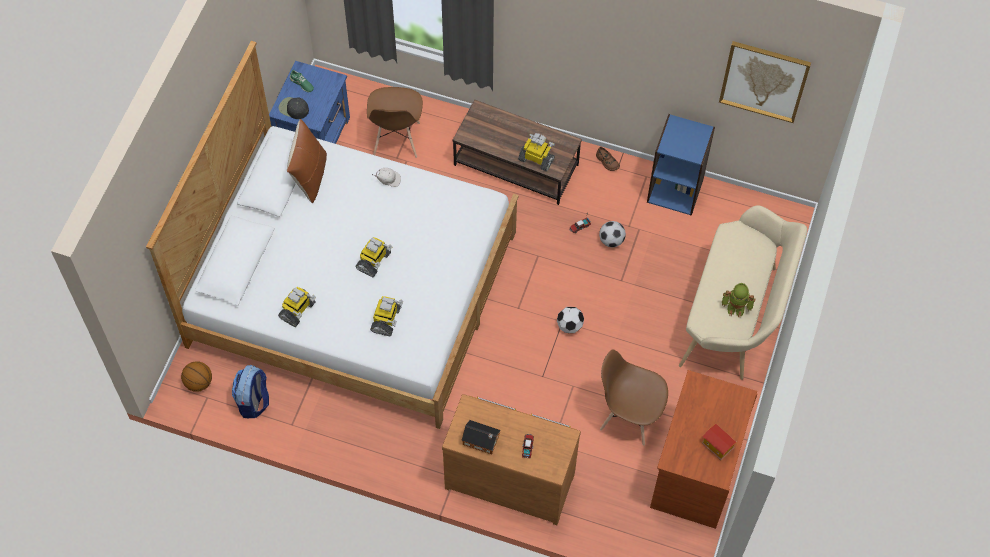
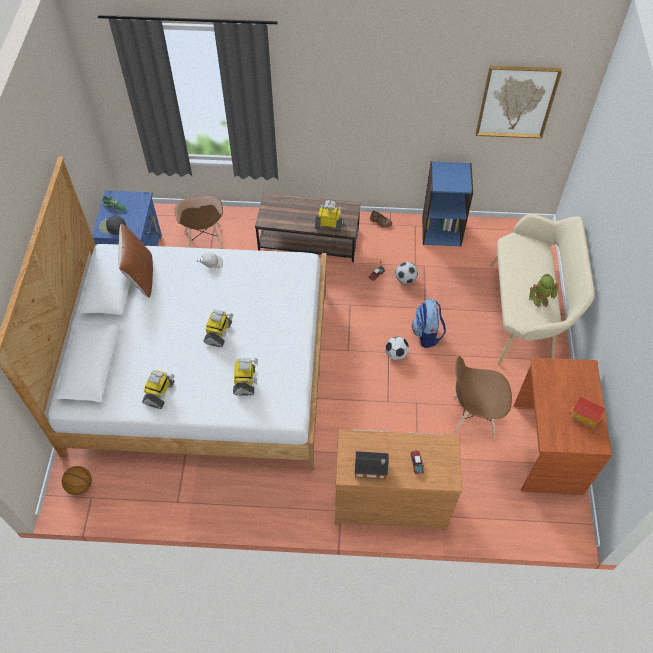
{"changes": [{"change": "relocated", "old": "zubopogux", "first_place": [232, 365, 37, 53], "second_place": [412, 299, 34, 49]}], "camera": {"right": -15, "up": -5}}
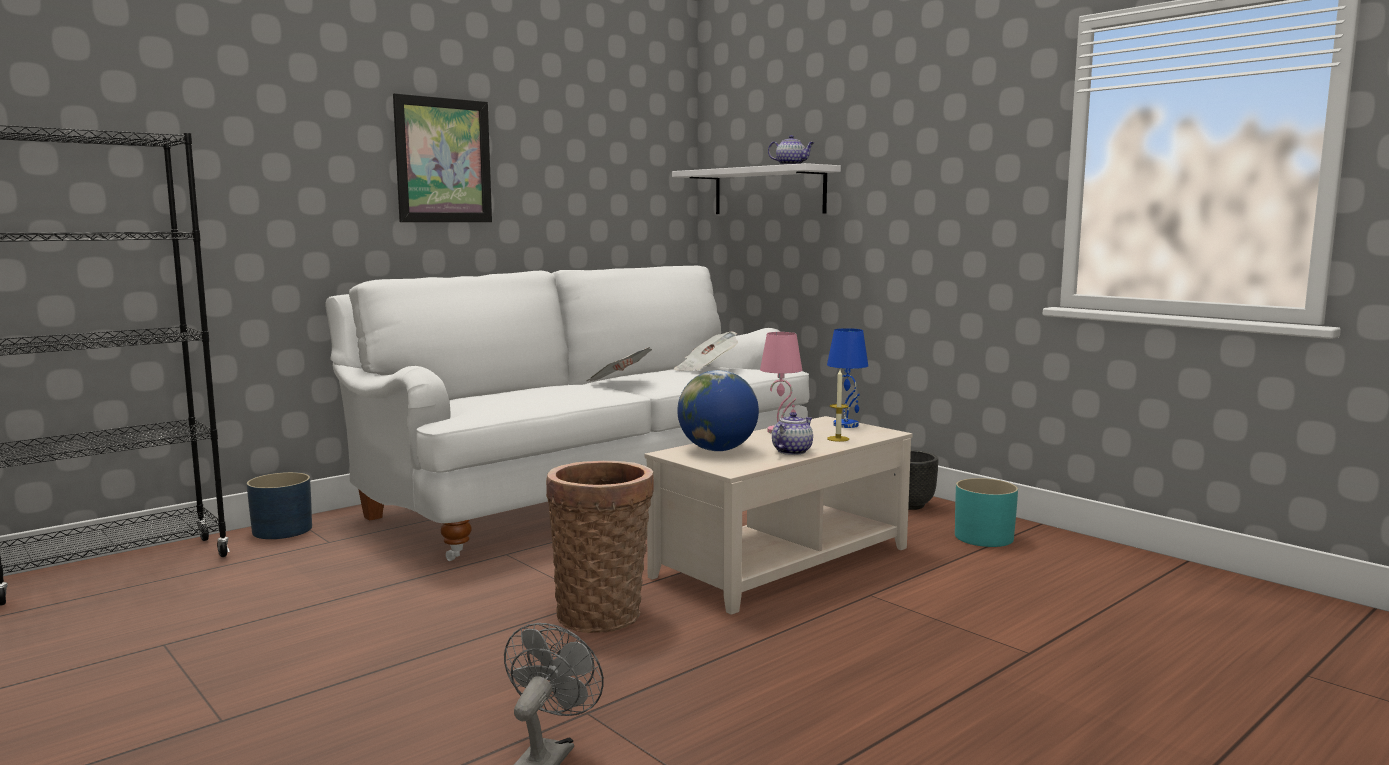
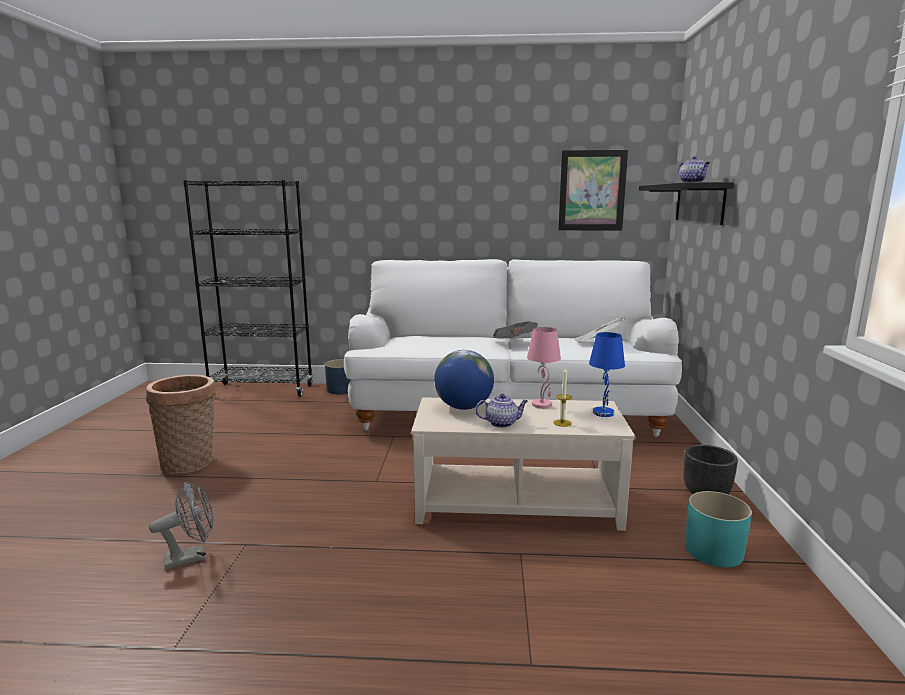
{"changes": [{"change": "relocated", "old": "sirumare", "first_place": [393, 93, 99, 129], "second_place": [558, 150, 70, 80]}, {"change": "relocated", "old": "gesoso", "first_place": [546, 461, 108, 172], "second_place": [146, 375, 70, 99]}, {"change": "colour", "old": "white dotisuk", "new": "black dotisuk", "first_place": [672, 163, 169, 51], "second_place": [639, 182, 95, 43]}], "camera": {"right": 45, "up": 5}}
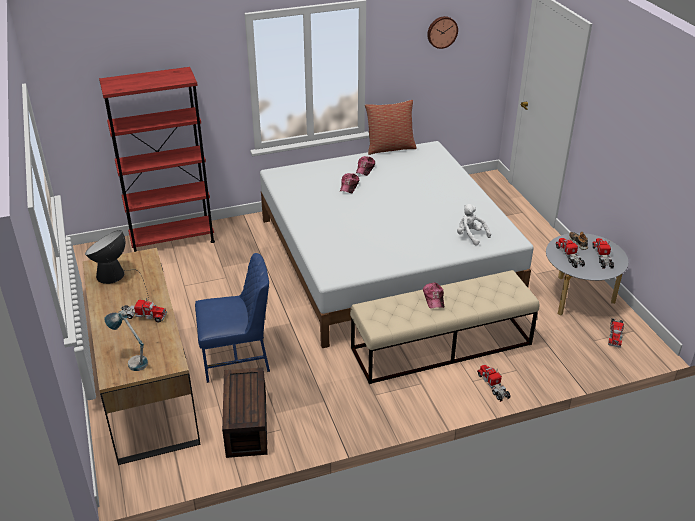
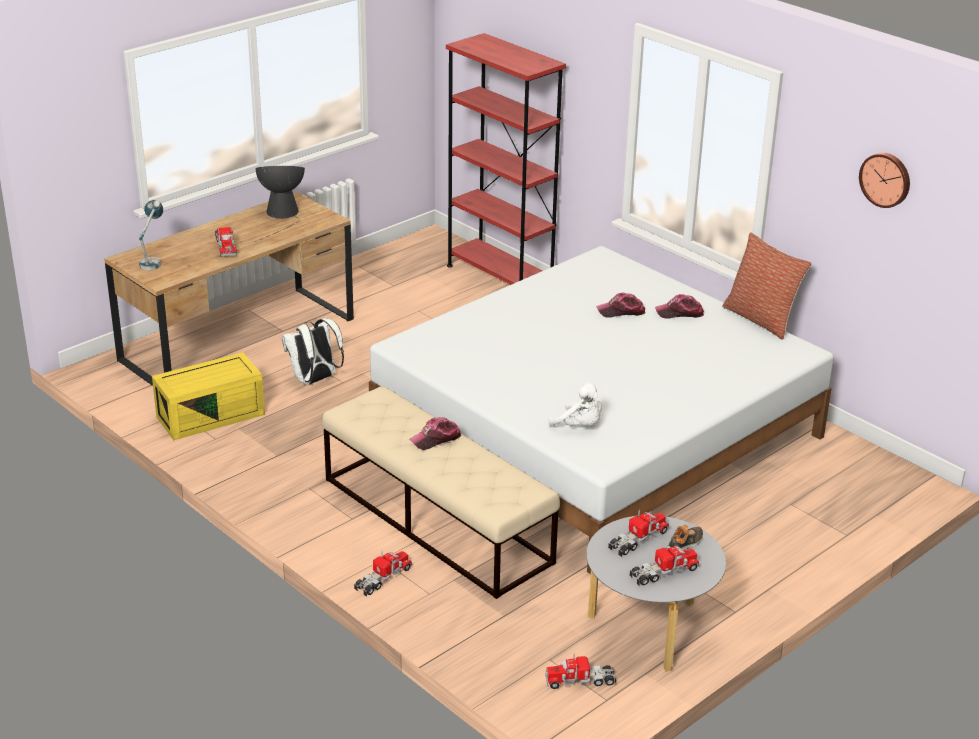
{"changes": [{"change": "exchanged", "old": "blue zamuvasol", "new": "white zubopogux", "first_place": [195, 253, 75, 130], "second_place": [282, 318, 62, 67]}, {"change": "colour", "old": "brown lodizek", "new": "yellow lodizek", "first_place": [222, 367, 46, 91], "second_place": [152, 352, 113, 89]}, {"change": "spun", "old": "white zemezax", "first_place": [457, 204, 34, 42], "second_place": [549, 383, 53, 44], "degrees": 105}], "camera": {"right": 65, "up": -5}}
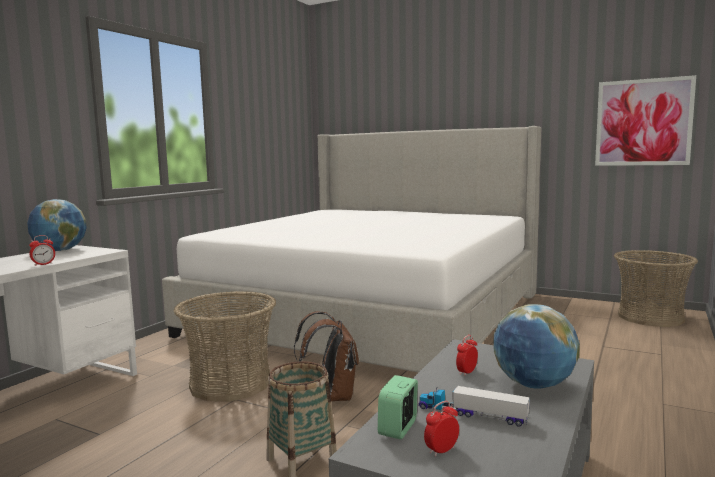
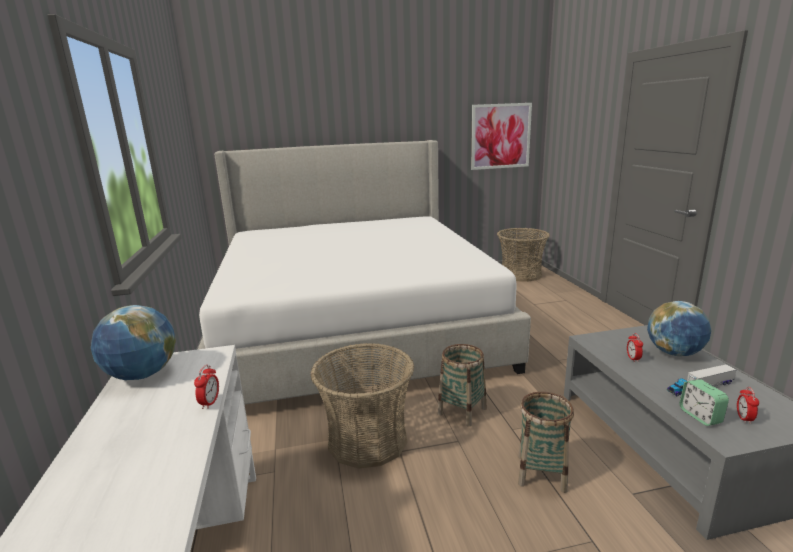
{"changes": [{"change": "exchanged", "old": "brown zubopogux", "new": "gesoso", "first_place": [294, 311, 65, 90], "second_place": [438, 344, 49, 83]}], "camera": {"right": -40, "up": 10}}
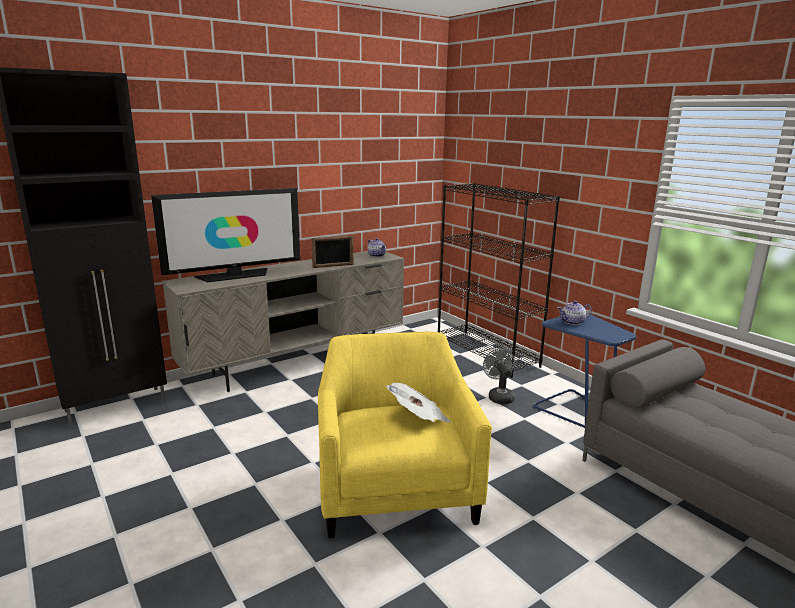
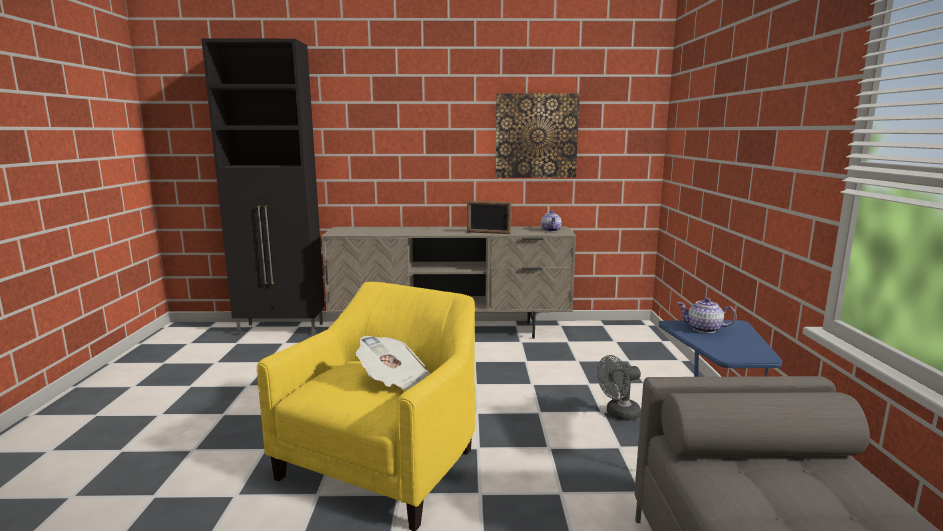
{"changes": [{"change": "missing", "old": "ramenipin", "first_place": [151, 188, 149, 94]}, {"change": "missing", "old": "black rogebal", "first_place": [437, 183, 123, 195]}, {"change": "spun", "old": "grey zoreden", "first_place": [483, 348, 32, 56], "second_place": [597, 355, 44, 66], "degrees": -135}, {"change": "appeared", "new": "sirumare", "second_place": [495, 93, 85, 85]}], "camera": {"right": 35, "up": -5}}
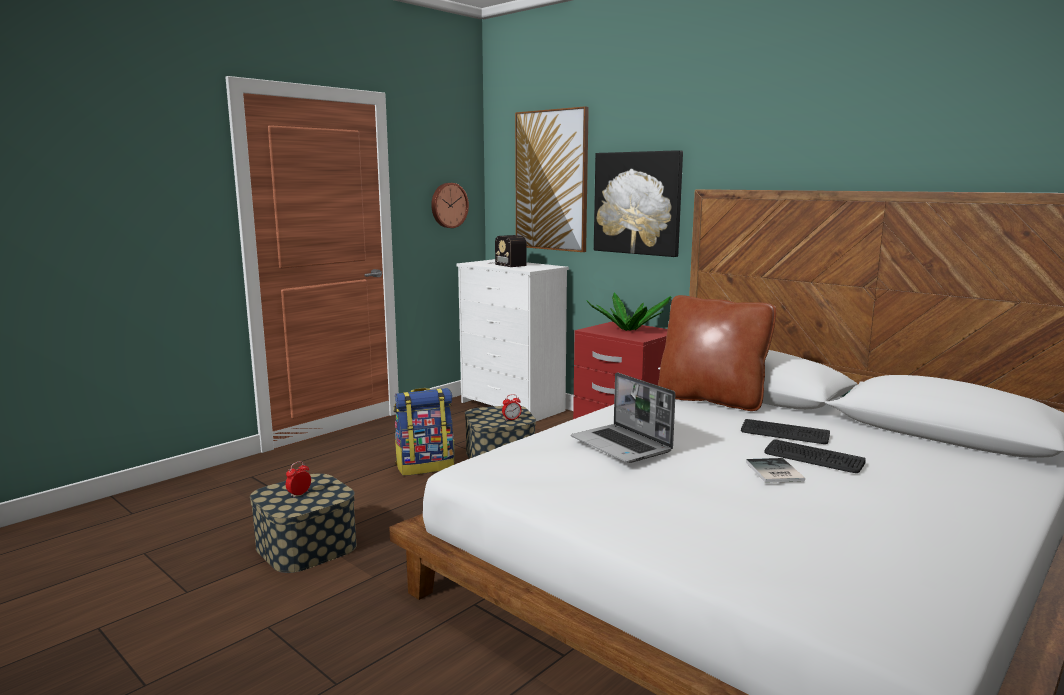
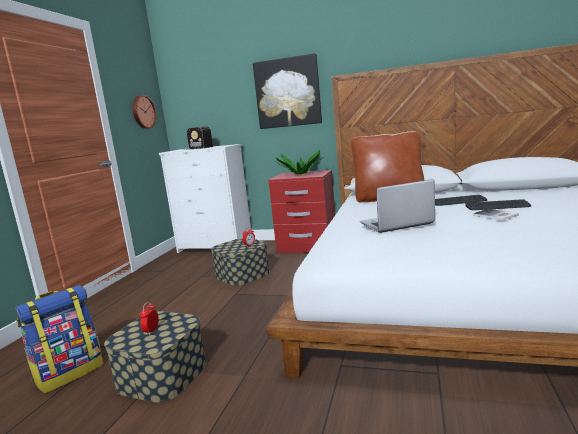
{"changes": [{"change": "relocated", "old": "zubopogux", "first_place": [394, 388, 60, 88], "second_place": [15, 285, 89, 108]}, {"change": "missing", "old": "sirumare", "first_place": [515, 106, 74, 146]}, {"change": "spun", "old": "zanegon", "first_place": [571, 372, 104, 91], "second_place": [360, 179, 75, 54], "degrees": 135}], "camera": {"right": -25, "up": 0}}
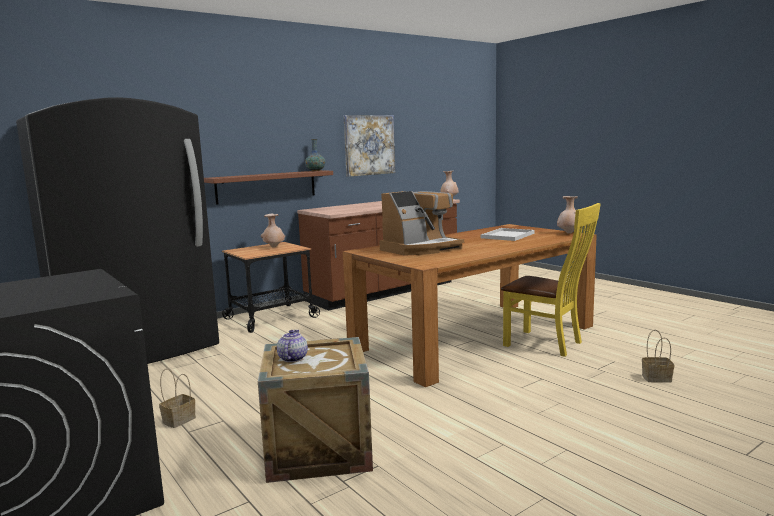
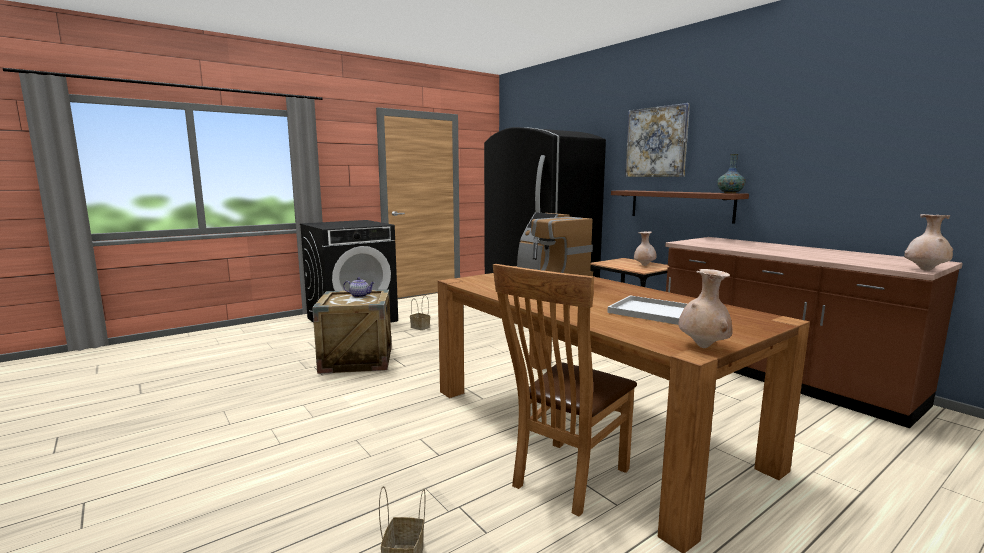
{"changes": [{"change": "relocated", "old": "sirumare", "first_place": [344, 115, 51, 62], "second_place": [625, 103, 65, 74]}, {"change": "colour", "old": "yellow zamuvasol", "new": "brown zamuvasol", "first_place": [501, 203, 100, 154], "second_place": [493, 264, 144, 253]}], "camera": {"right": 90, "up": 0}}
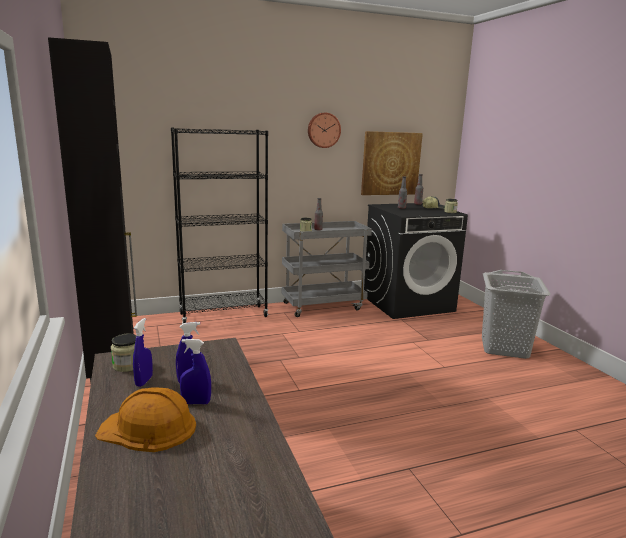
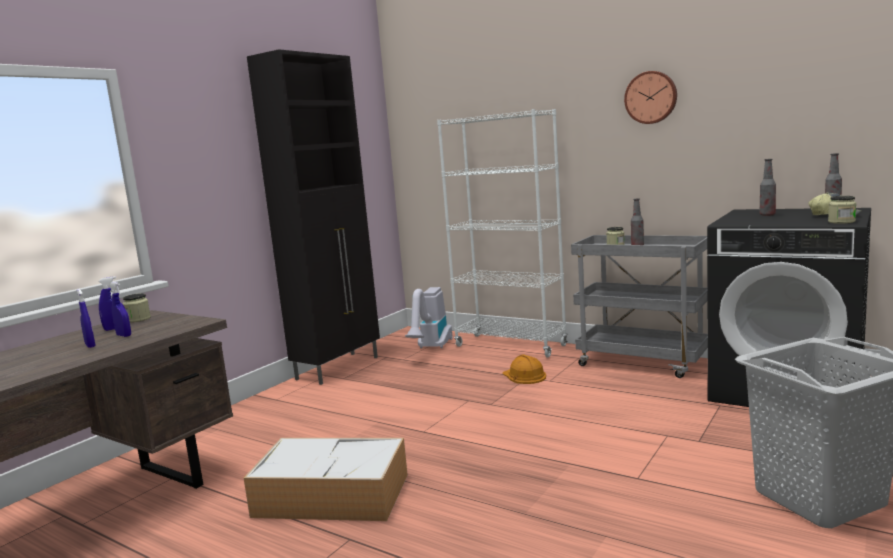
{"changes": [{"change": "relocated", "old": "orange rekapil", "first_place": [95, 388, 101, 64], "second_place": [502, 354, 44, 30]}, {"change": "colour", "old": "black rogebal", "new": "white rogebal", "first_place": [171, 128, 97, 196], "second_place": [437, 109, 130, 249]}, {"change": "missing", "old": "sirumare", "first_place": [361, 131, 62, 64]}, {"change": "appeared", "new": "lodizek", "second_place": [244, 438, 164, 83]}, {"change": "appeared", "new": "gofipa", "second_place": [405, 287, 48, 61]}], "camera": {"right": 55, "up": -5}}
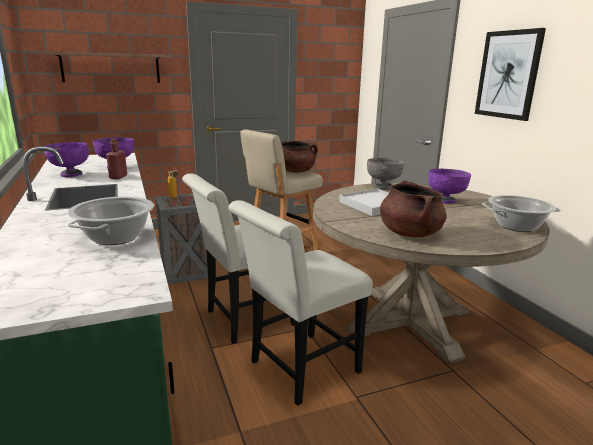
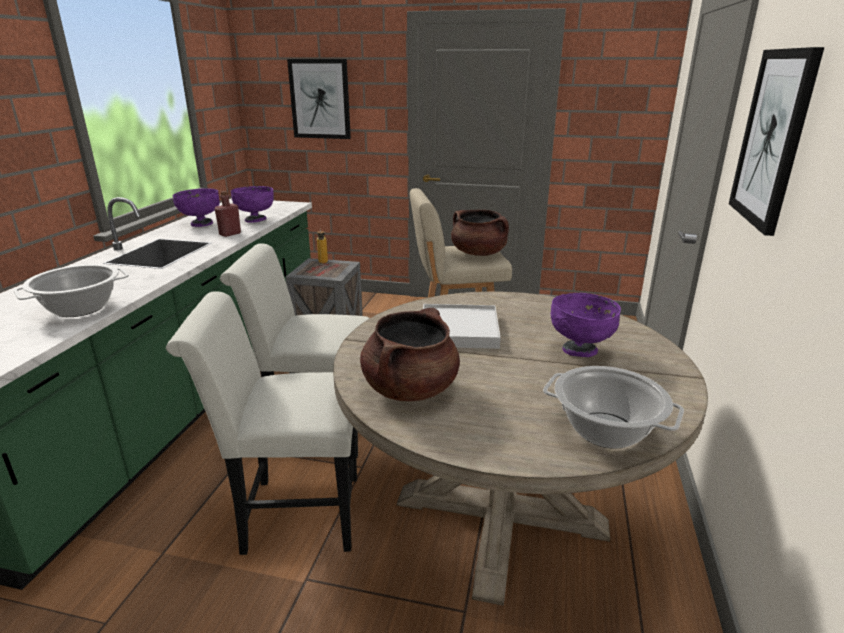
{"changes": [{"change": "exchanged", "old": "dotisuk", "new": "sirumare", "first_place": [43, 51, 128, 32], "second_place": [287, 59, 64, 80]}, {"change": "missing", "old": "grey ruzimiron", "first_place": [367, 158, 38, 31]}], "camera": {"right": 35, "up": 5}}
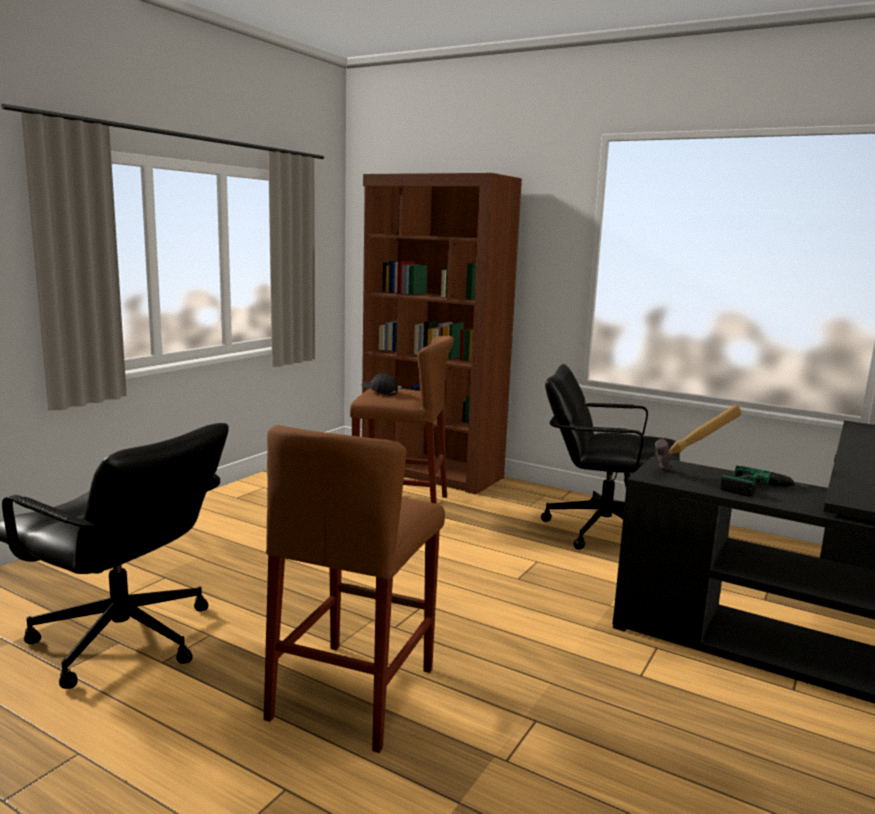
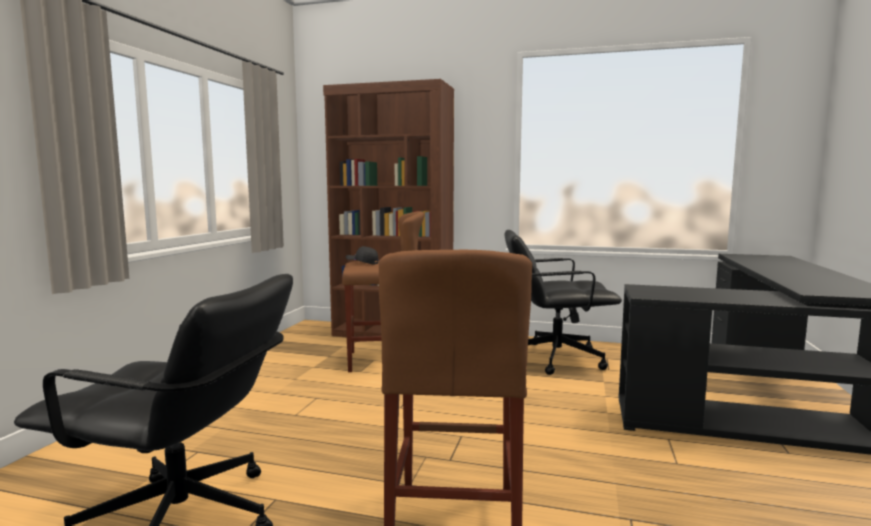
{"changes": [{"change": "missing", "old": "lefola", "first_place": [655, 405, 86, 65]}, {"change": "missing", "old": "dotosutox", "first_place": [720, 466, 89, 31]}], "camera": {"right": -15, "up": -5}}
